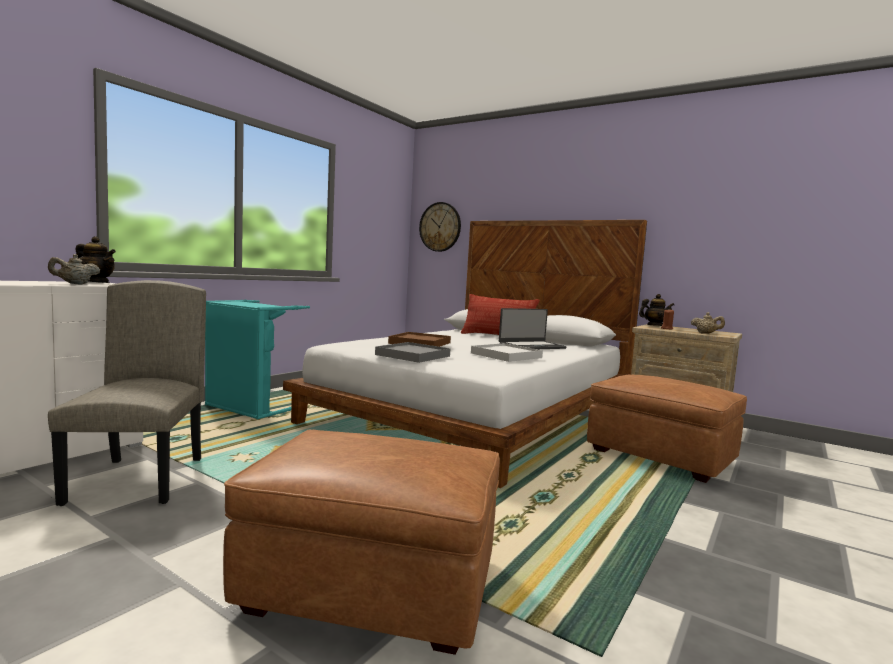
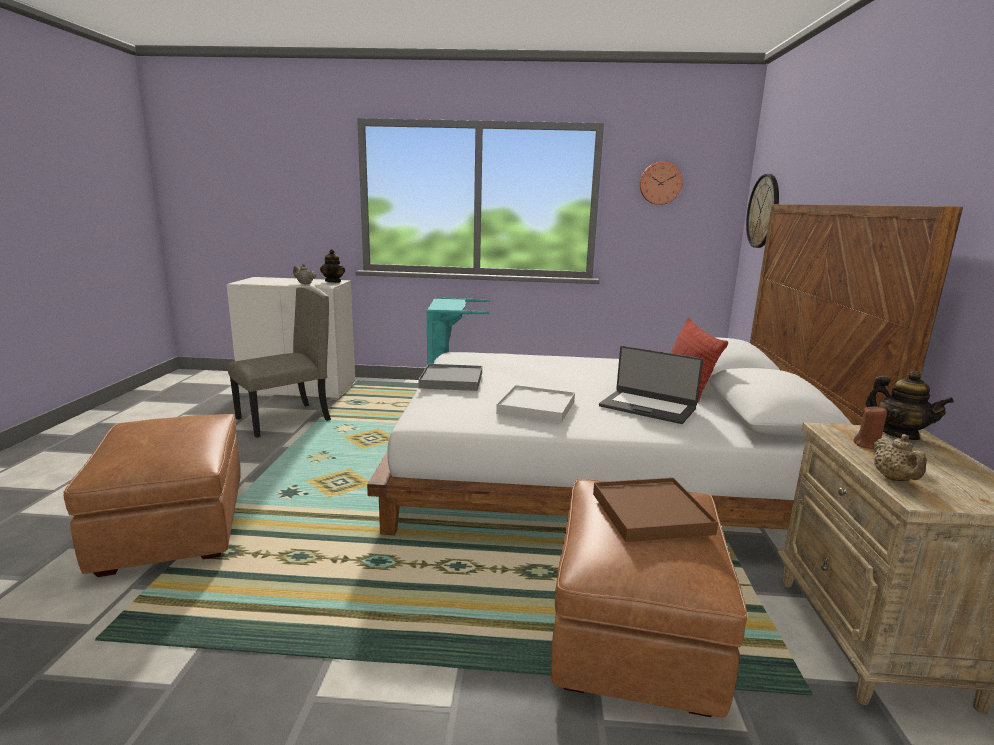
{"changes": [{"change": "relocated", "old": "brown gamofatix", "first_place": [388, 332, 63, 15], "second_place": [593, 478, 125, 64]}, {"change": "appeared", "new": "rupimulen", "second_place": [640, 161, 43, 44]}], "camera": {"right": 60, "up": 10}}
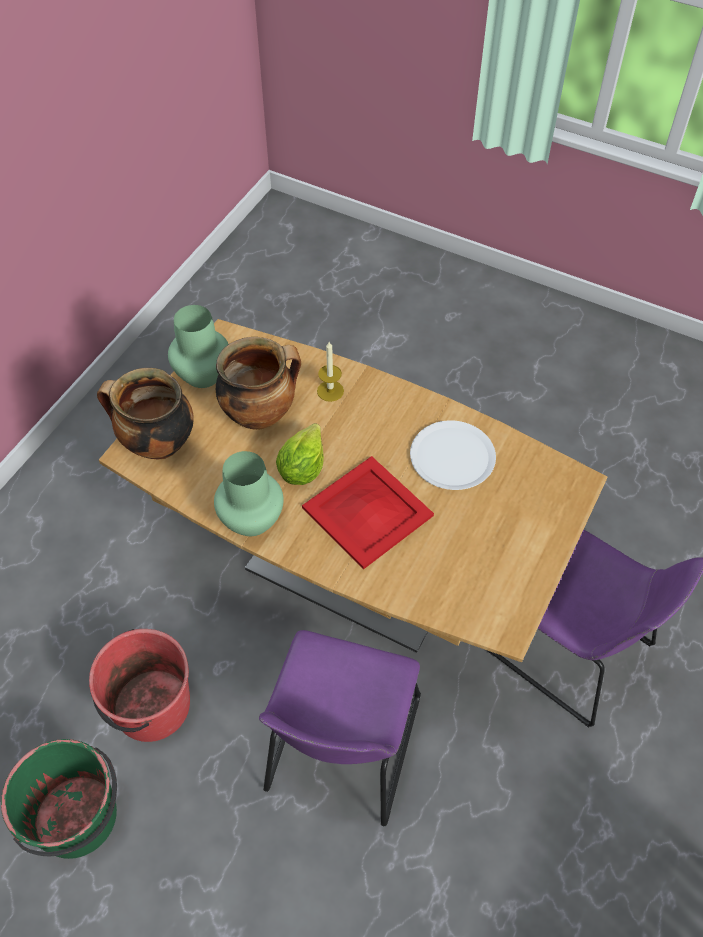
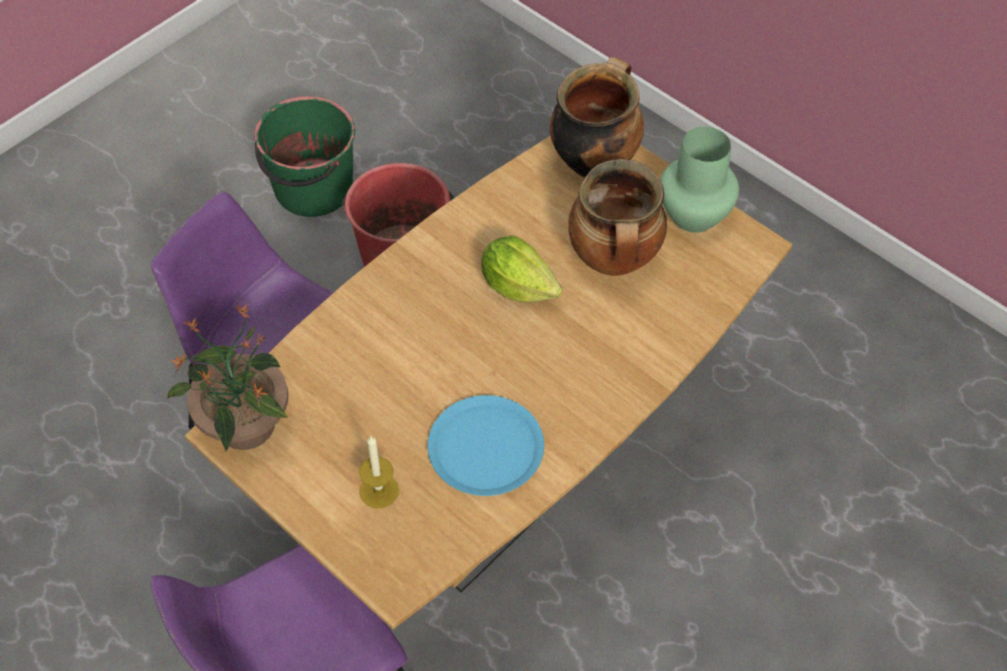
{"changes": [{"change": "missing", "old": "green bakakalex", "first_place": [214, 451, 70, 85]}, {"change": "missing", "old": "red gamofatix", "first_place": [302, 456, 132, 114]}, {"change": "relocated", "old": "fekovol", "first_place": [317, 342, 27, 60], "second_place": [359, 436, 40, 72]}, {"change": "colour", "old": "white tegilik", "new": "blue tegilik", "first_place": [410, 420, 86, 70], "second_place": [428, 395, 116, 101]}, {"change": "appeared", "new": "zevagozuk", "second_place": [167, 303, 121, 149]}], "camera": {"right": 105, "up": 0}}
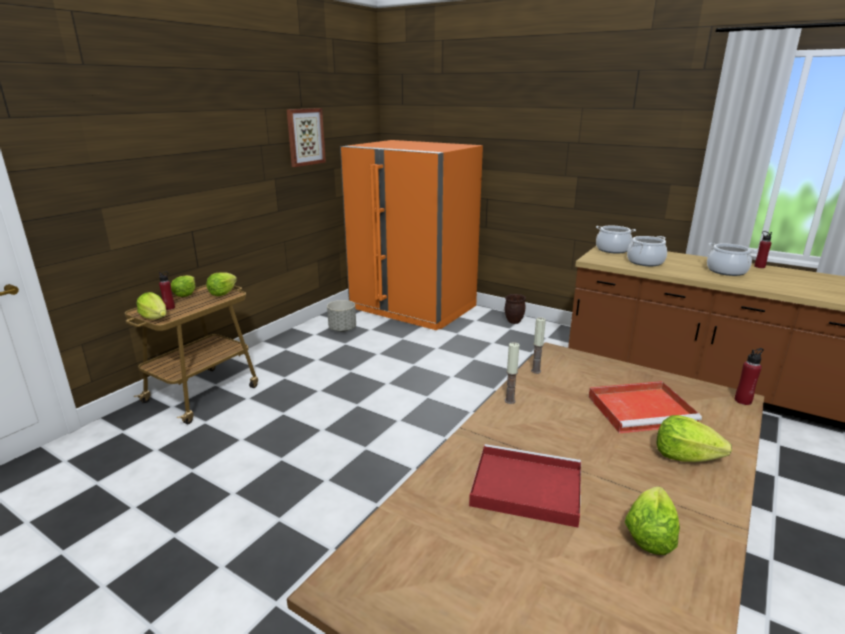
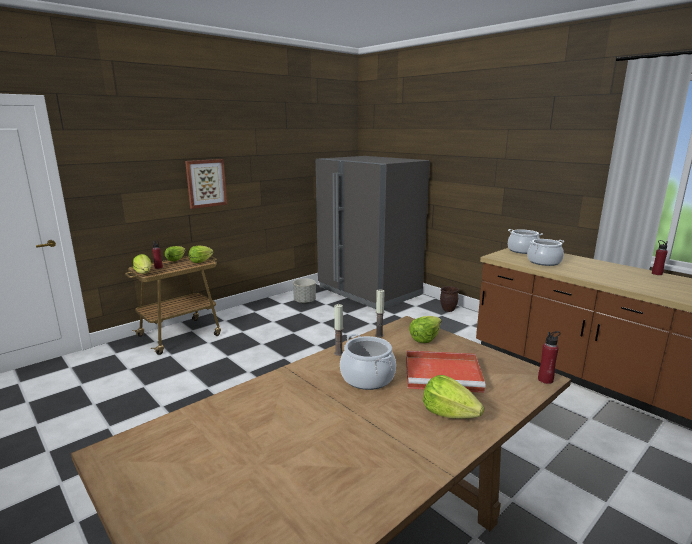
{"changes": [{"change": "relocated", "old": "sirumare", "first_place": [287, 108, 39, 59], "second_place": [185, 159, 42, 50]}, {"change": "colour", "old": "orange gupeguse", "new": "grey gupeguse", "first_place": [340, 140, 143, 190], "second_place": [316, 156, 114, 153]}, {"change": "missing", "old": "red gamofatix", "first_place": [469, 444, 112, 84]}, {"change": "relocated", "old": "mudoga", "first_place": [625, 486, 55, 69], "second_place": [409, 316, 33, 27]}, {"change": "relocated", "old": "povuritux", "first_place": [707, 243, 50, 33], "second_place": [340, 334, 56, 56]}], "camera": {"right": 15, "up": -5}}
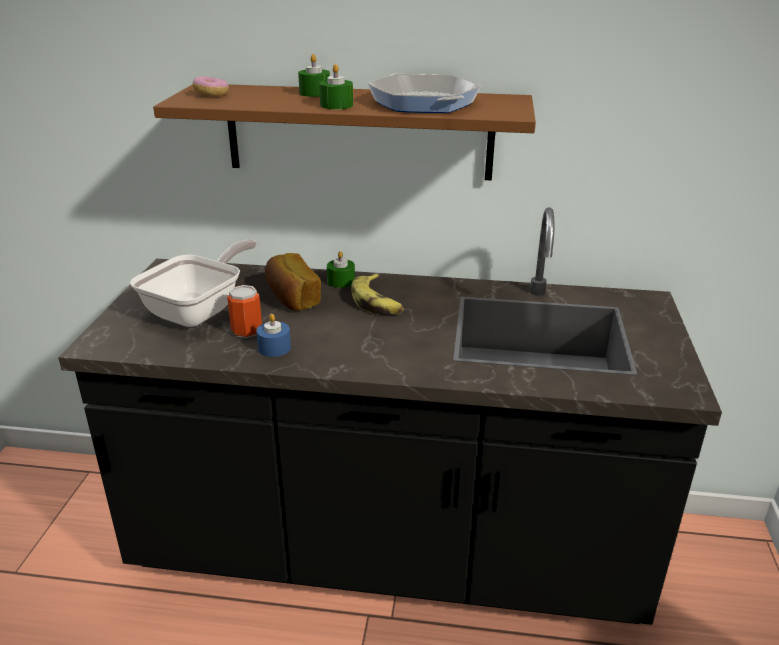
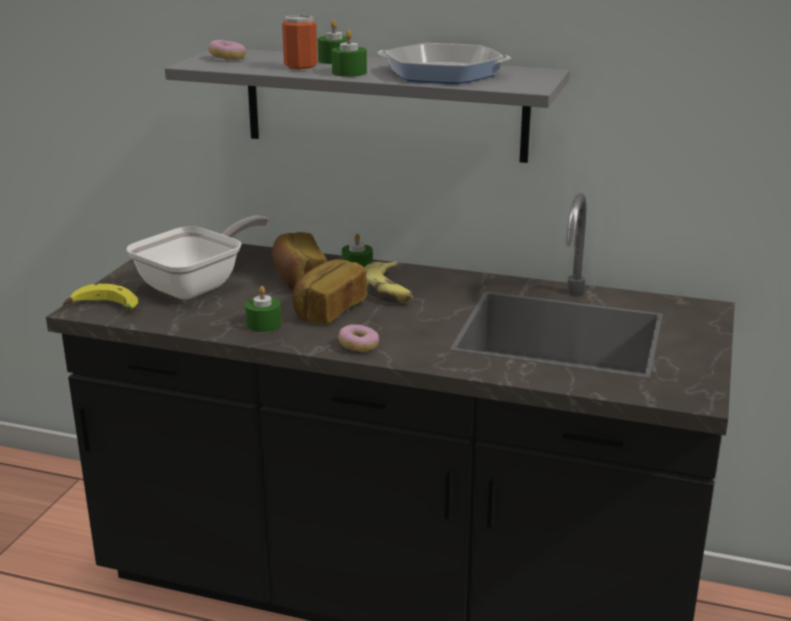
{"changes": [{"change": "colour", "old": "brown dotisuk", "new": "grey dotisuk", "first_place": [153, 84, 383, 97], "second_place": [165, 49, 405, 114]}, {"change": "relocated", "old": "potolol", "first_place": [227, 285, 35, 53], "second_place": [282, 15, 35, 56]}, {"change": "colour", "old": "blue fekovol", "new": "green fekovol", "first_place": [256, 314, 35, 43], "second_place": [245, 286, 37, 46]}, {"change": "spun", "old": "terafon", "first_place": [368, 73, 113, 40], "second_place": [377, 43, 134, 41], "degrees": -60}, {"change": "appeared", "new": "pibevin", "second_place": [63, 284, 75, 27]}, {"change": "appeared", "new": "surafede", "second_place": [292, 259, 75, 65]}, {"change": "appeared", "new": "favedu", "second_place": [338, 324, 41, 28]}], "camera": {"right": 10, "up": -5}}
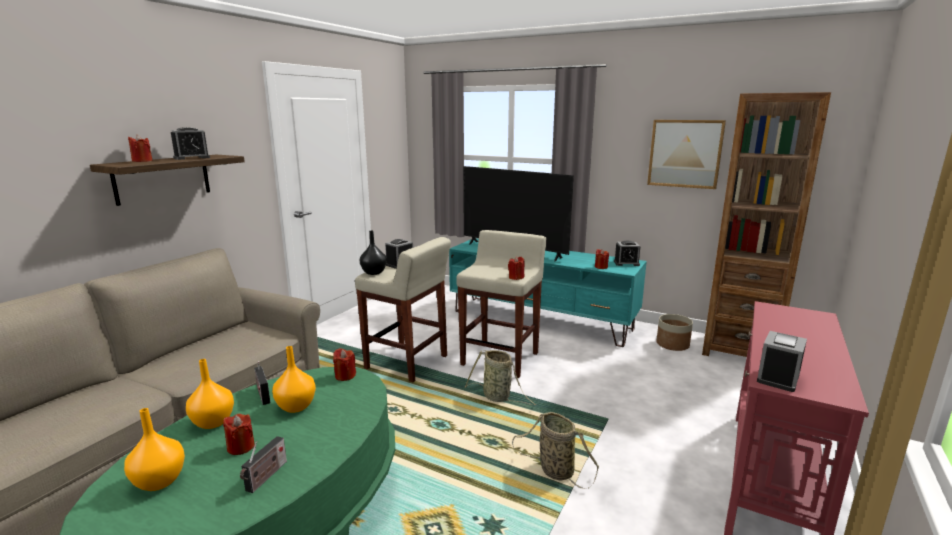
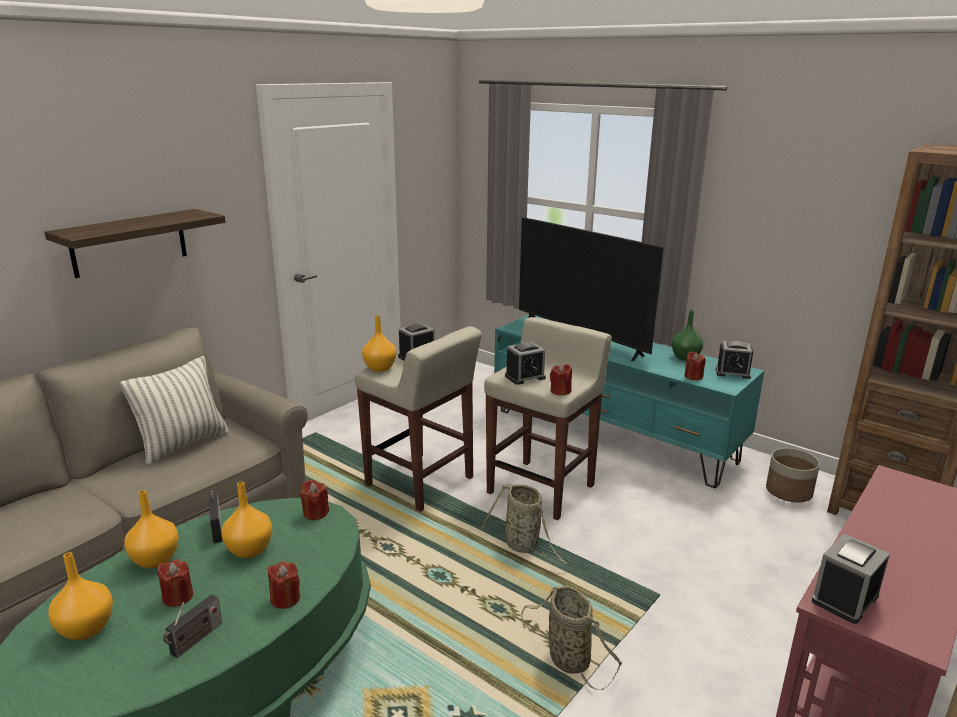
{"changes": [{"change": "relocated", "old": "red fekovol", "first_place": [128, 135, 25, 27], "second_place": [268, 561, 32, 48]}, {"change": "relocated", "old": "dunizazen", "first_place": [171, 127, 39, 33], "second_place": [505, 342, 41, 43]}, {"change": "colour", "old": "black bakakalex", "new": "orange bakakalex", "first_place": [359, 230, 28, 45], "second_place": [362, 315, 34, 57]}, {"change": "missing", "old": "sirumare", "first_place": [647, 120, 79, 69]}, {"change": "appeared", "new": "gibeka", "second_place": [120, 356, 109, 109]}, {"change": "appeared", "new": "green bakakalex", "second_place": [672, 310, 31, 50]}], "camera": {"right": 10, "up": 5}}
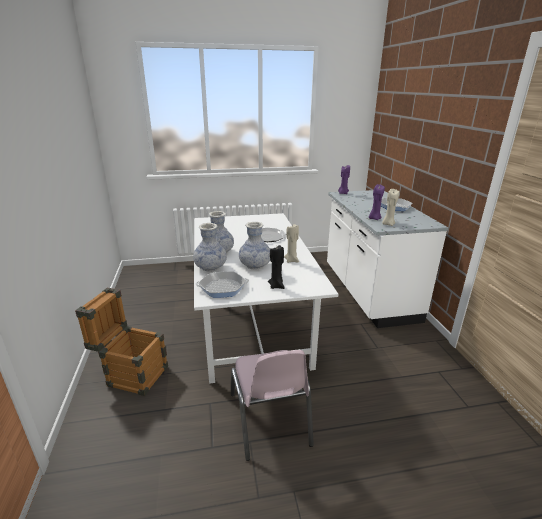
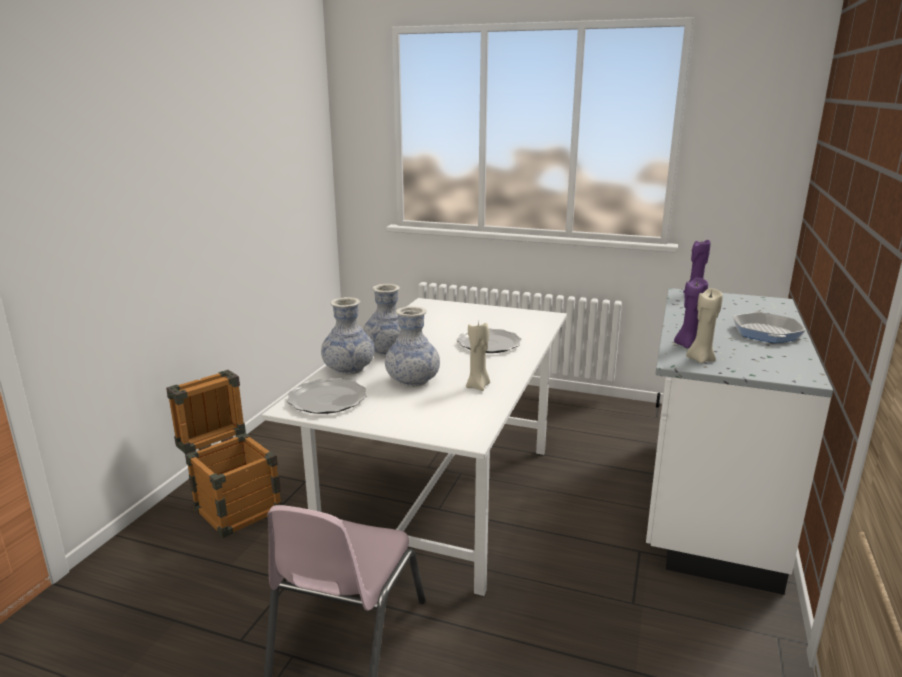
{"changes": [{"change": "exchanged", "old": "terafon", "new": "tegilik", "first_place": [196, 271, 53, 27], "second_place": [287, 378, 79, 36]}, {"change": "missing", "old": "black fekovol", "first_place": [268, 245, 16, 44]}], "camera": {"right": 30, "up": -5}}
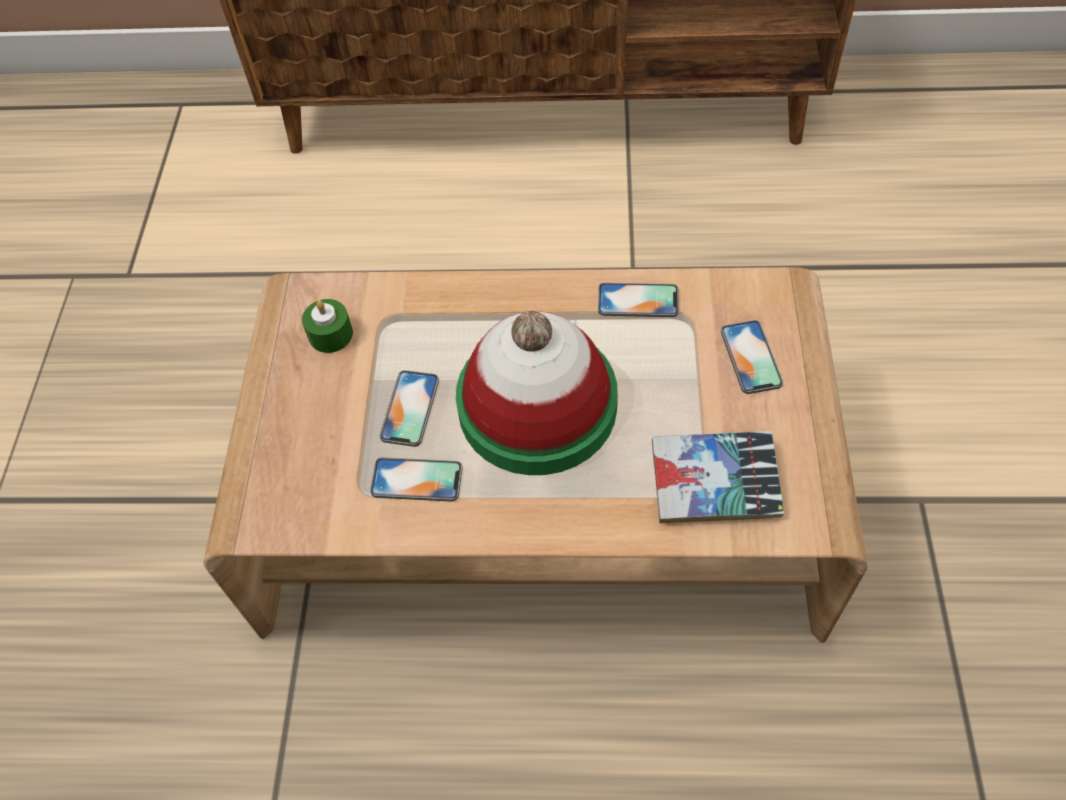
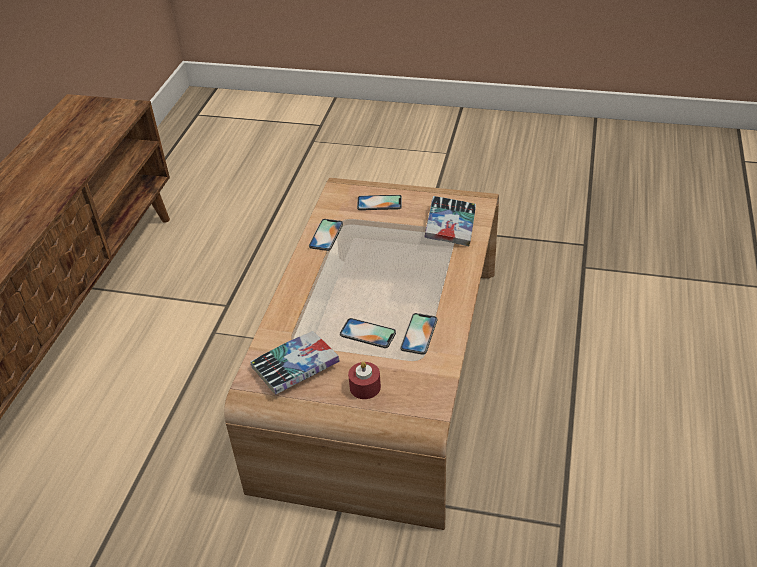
{"changes": [{"change": "exchanged", "old": "green fekovol", "new": "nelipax", "first_place": [302, 299, 51, 54], "second_place": [250, 331, 90, 63]}, {"change": "missing", "old": "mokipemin", "first_place": [456, 311, 162, 164]}, {"change": "appeared", "new": "red fekovol", "second_place": [348, 361, 33, 38]}], "camera": {"right": -80, "up": -15}}
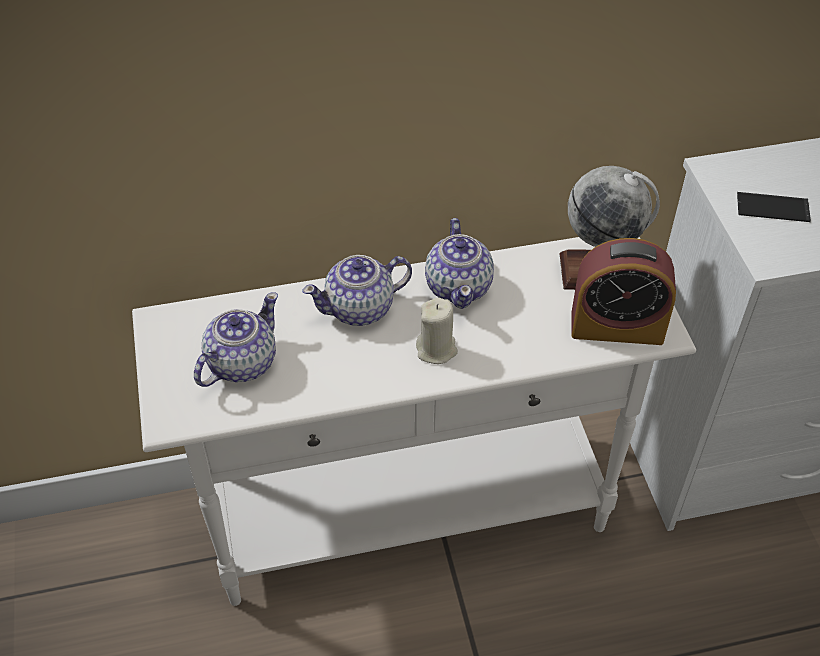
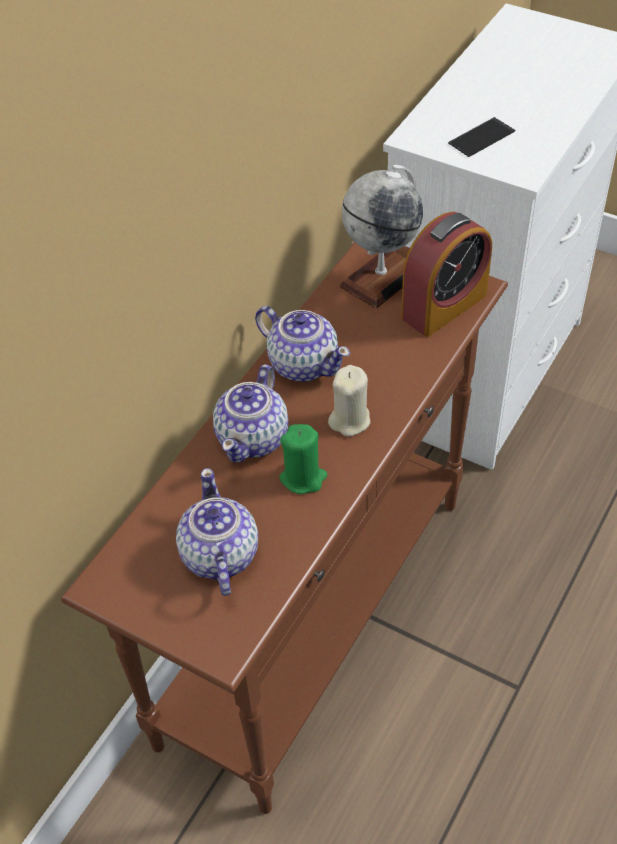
{"changes": [{"change": "colour", "old": "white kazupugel", "new": "brown kazupugel", "first_place": [132, 237, 564, 369], "second_place": [61, 242, 447, 572]}, {"change": "appeared", "new": "green fekovol", "second_place": [279, 424, 48, 70]}], "camera": {"right": -45, "up": 0}}
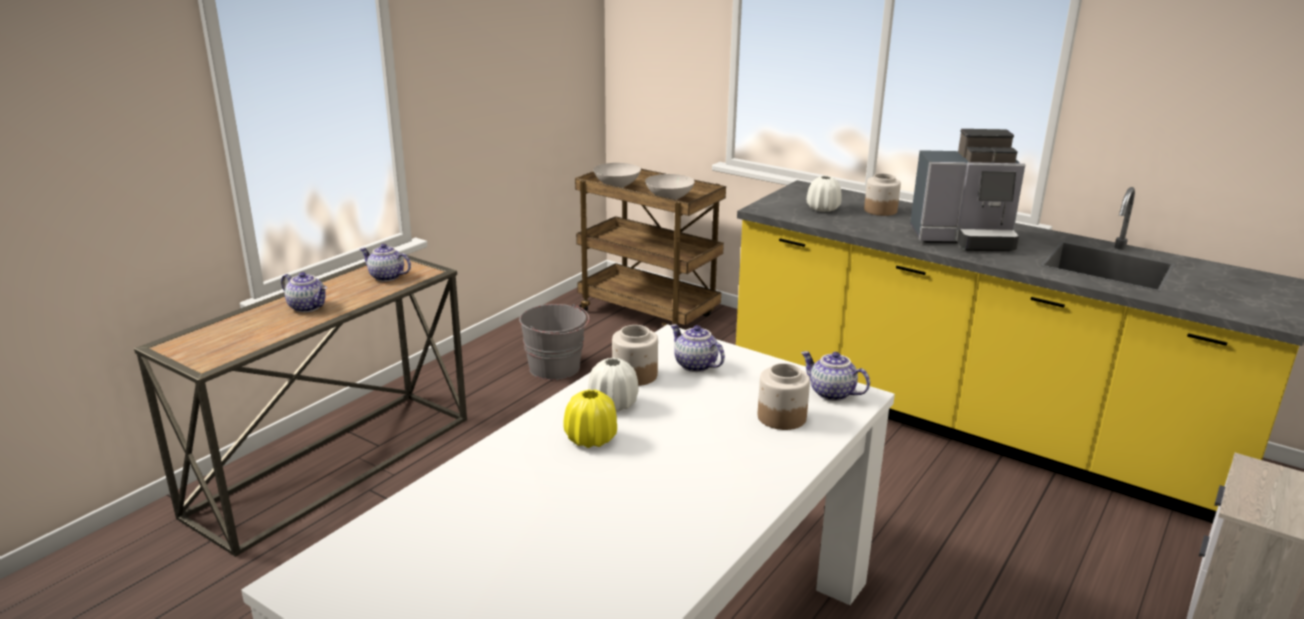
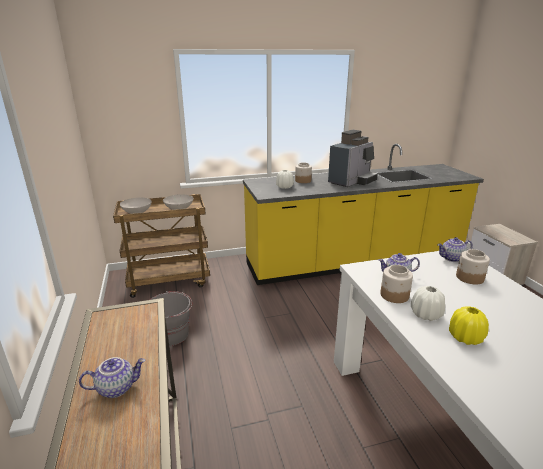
{"changes": [{"change": "missing", "old": "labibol", "first_place": [360, 244, 51, 38]}], "camera": {"right": -50, "up": 0}}
